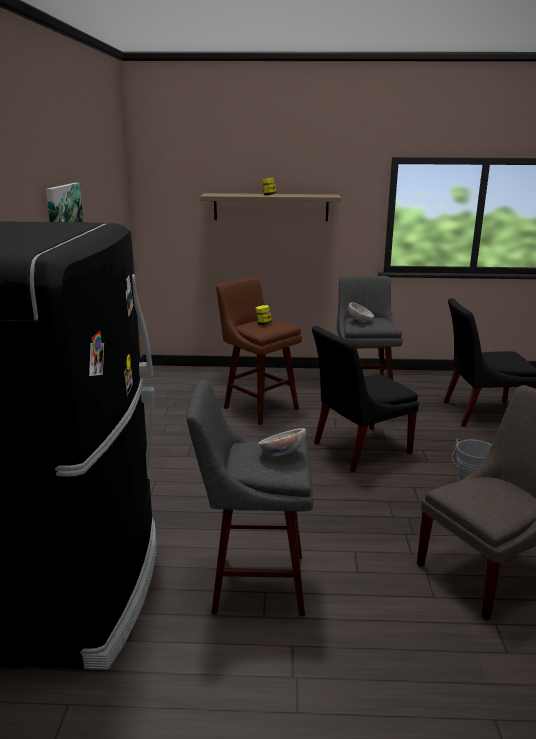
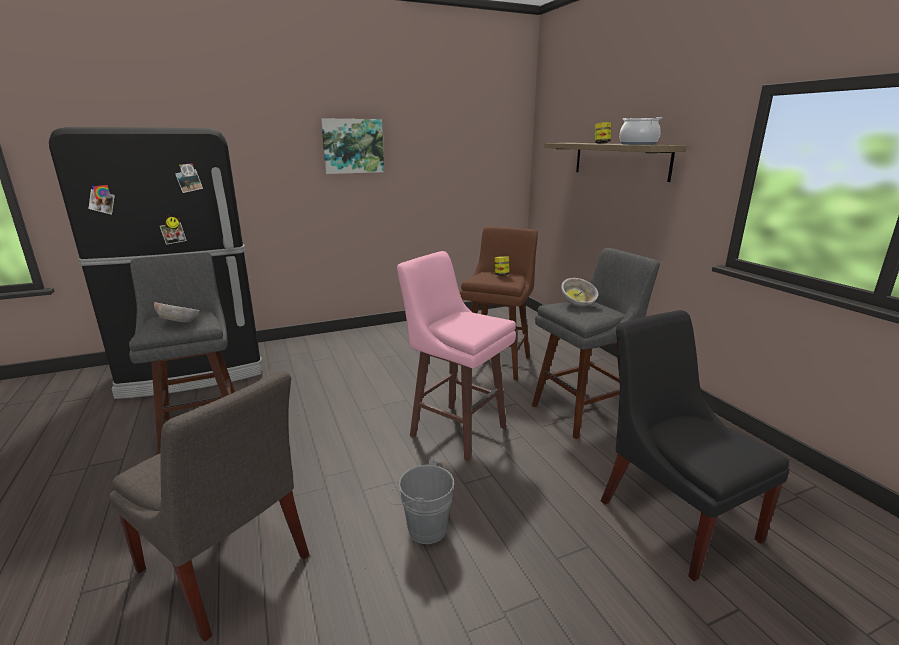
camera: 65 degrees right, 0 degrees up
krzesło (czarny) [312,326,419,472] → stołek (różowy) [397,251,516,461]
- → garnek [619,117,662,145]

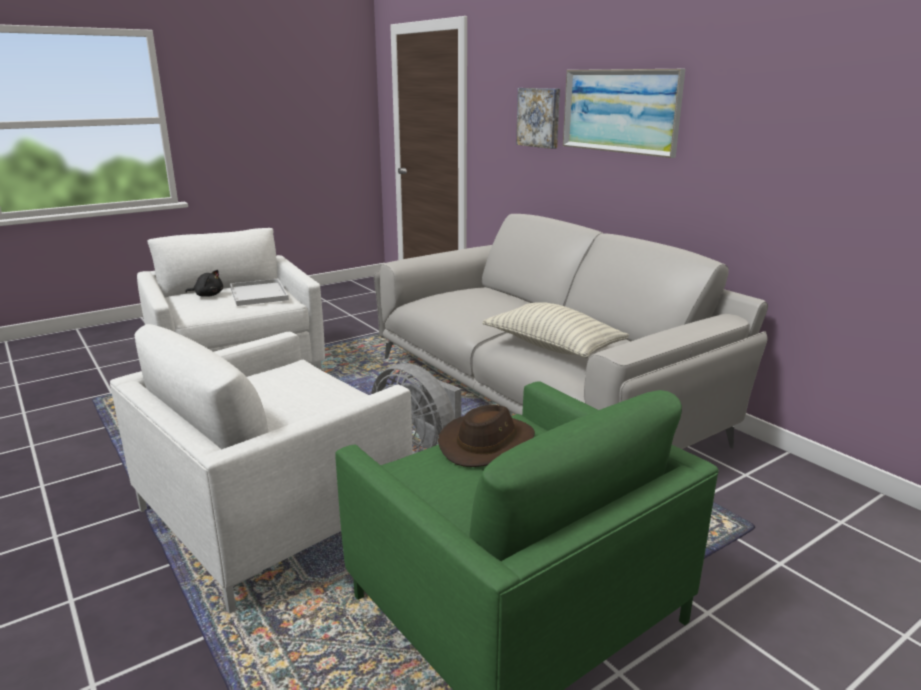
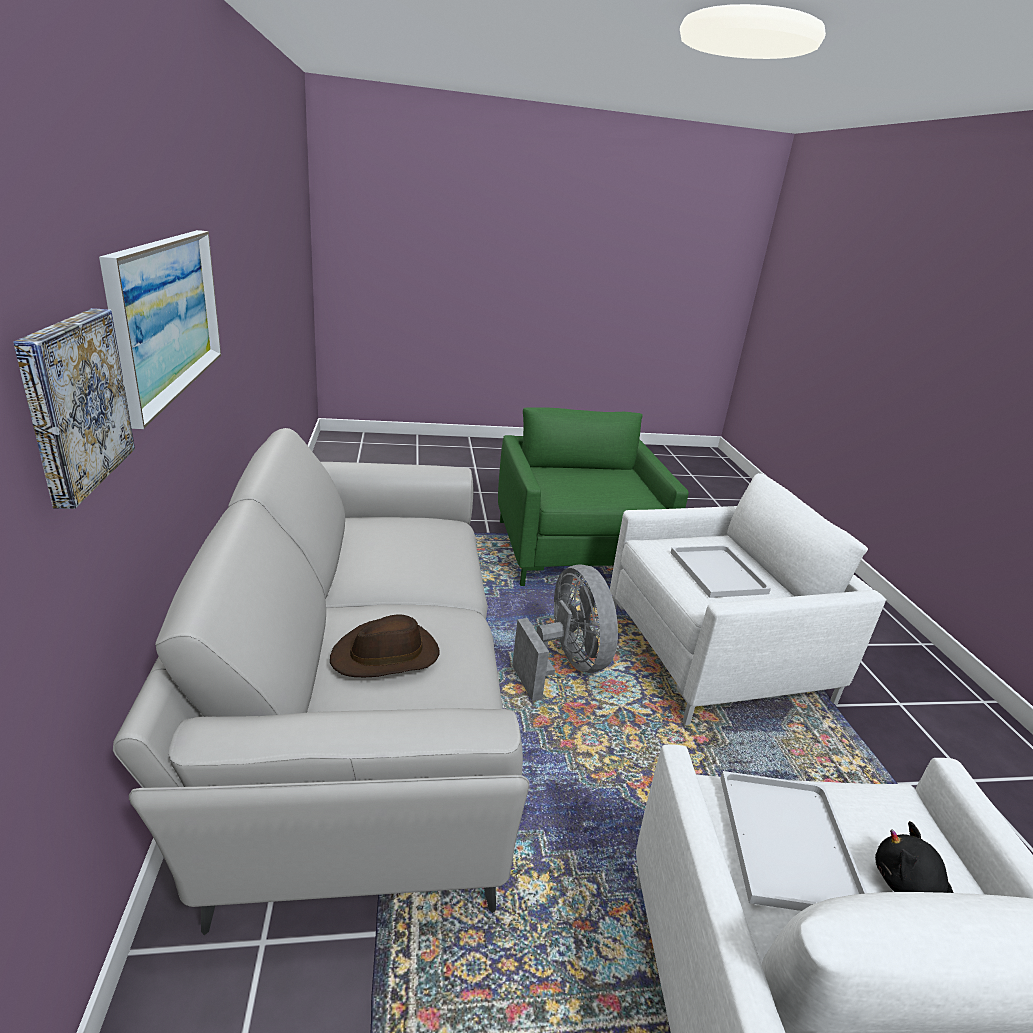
camera: 155 degrees left, 5 degrees up
kapelusz (brązowy) [438,405,535,467] → kapelusz (brązowy) [330,614,439,677], move
- → taca (biały) [671,545,771,598]
poduszka [483,302,629,358] → -

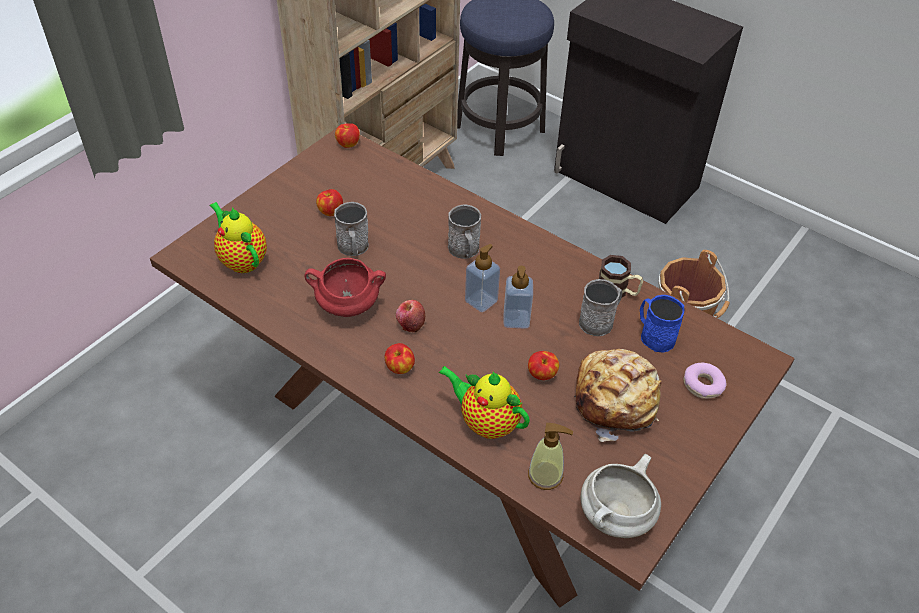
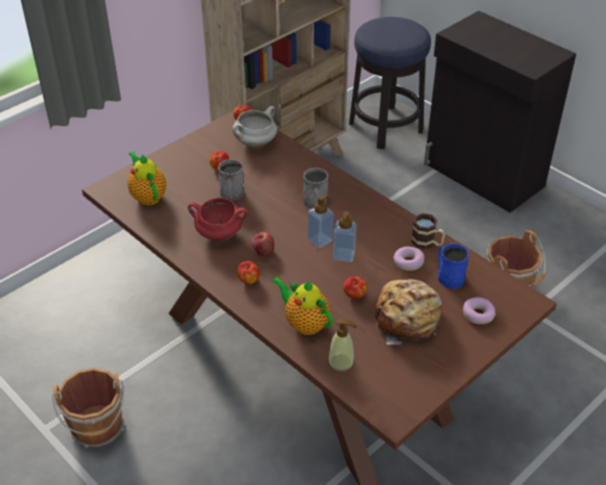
camera: 10 degrees right, 5 degrees down
- → wiadro (brązowy) [52,368,124,449]
garnek (biały) [580,454,661,538] → garnek (biały) [232,106,277,147], move
kubek (szary) [579,279,622,336] → donut [393,247,424,271]

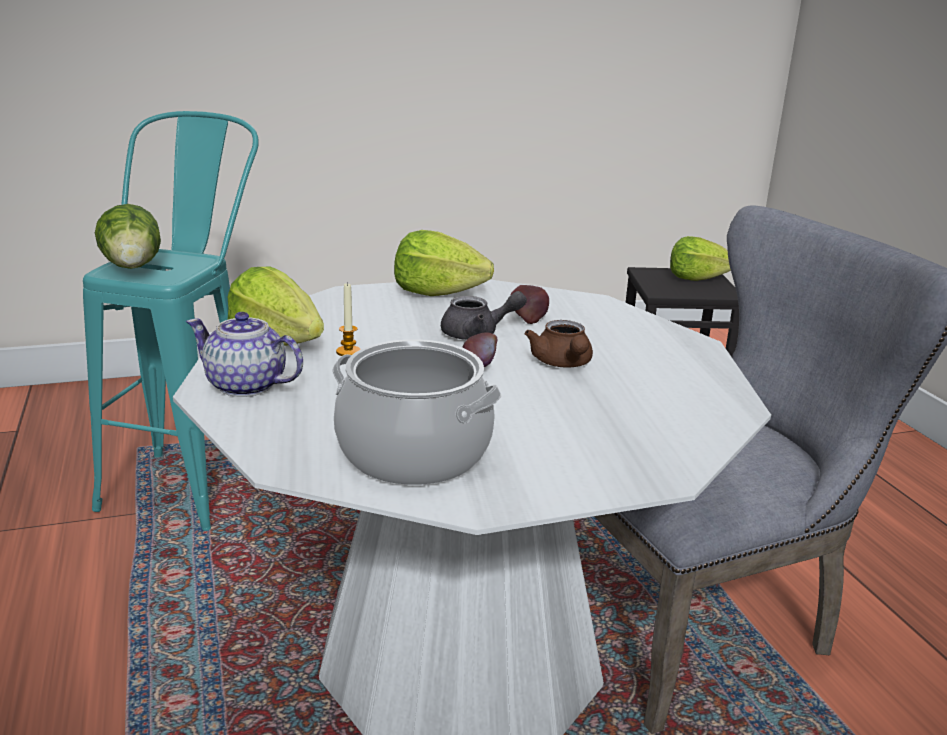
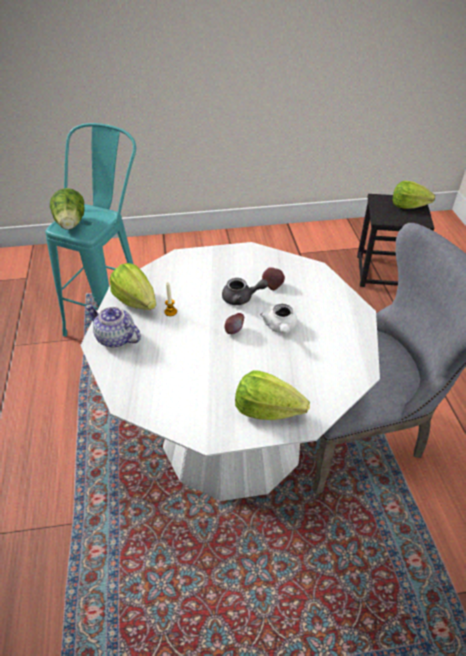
camera: 10 degrees right, 20 degrees up
sałata [394,230,494,296] → sałata [235,370,310,420], move
imbryk (brązowy) [525,320,593,368] → imbryk (biały) [260,304,298,334]
garnek [332,340,502,485] → -

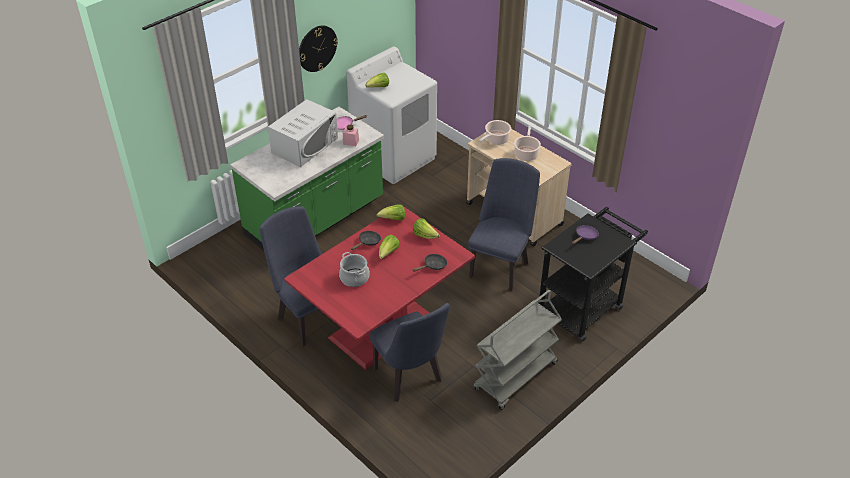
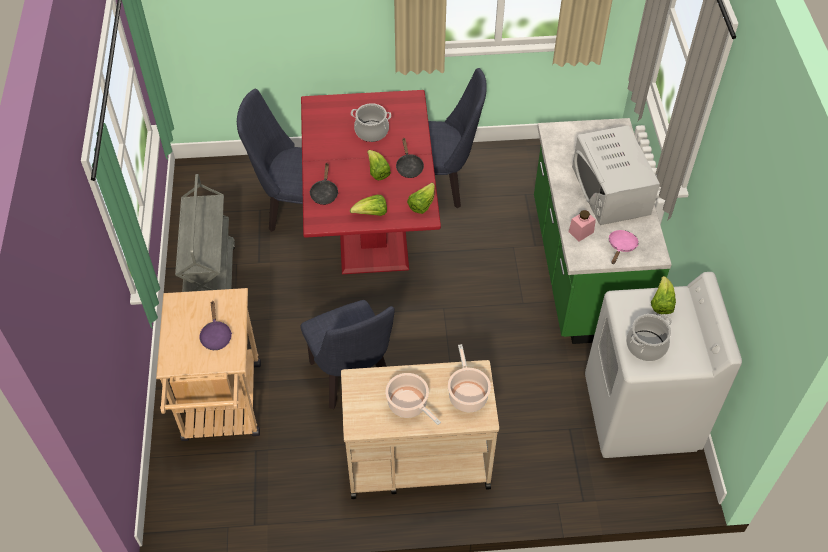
camera: 130 degrees right, 10 degrees up
wózek (czarny) [539,207,648,342] → wózek (beżowy) [156,288,261,441]
- → garnek [626,314,672,361]
zegar ścienny [299,25,338,72] → -

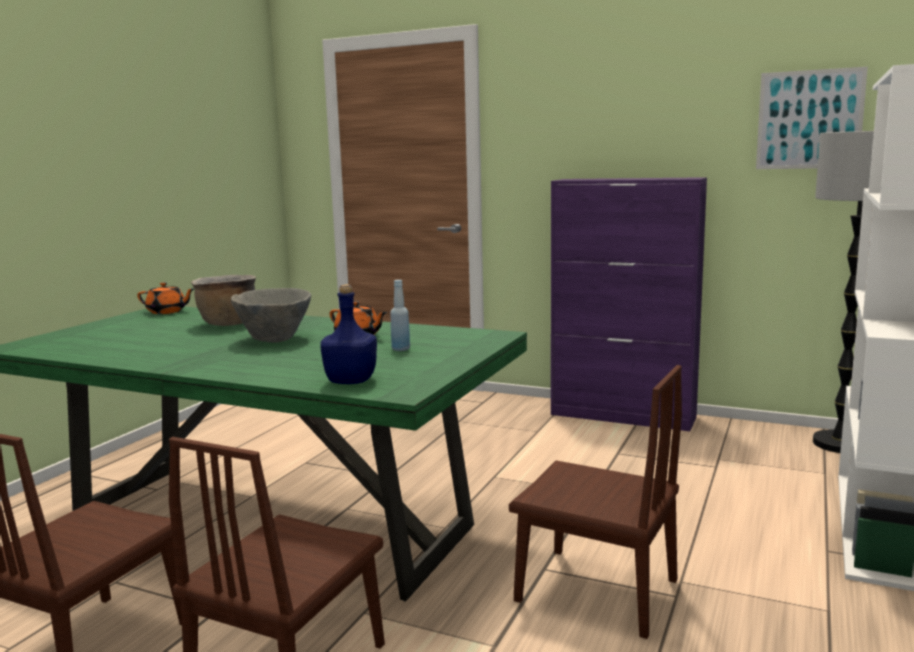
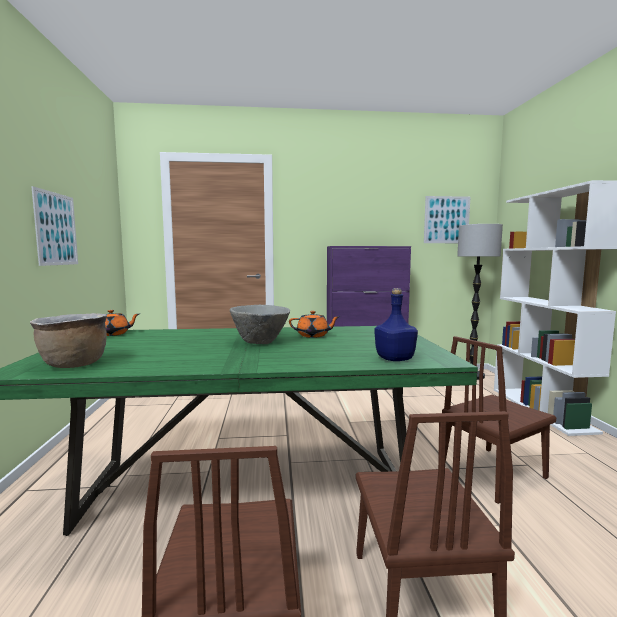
camera: 30 degrees left, 5 degrees down
garnek (brązowy) [191,275,256,326] → garnek (brązowy) [30,313,107,368], move
- → obraz [31,186,78,266]
krzesło (brązowy) [509,365,682,639] → krzesło (brązowy) [442,336,556,504], 150 degrees clockwise
butelka (niebieski) [390,280,410,351] → -

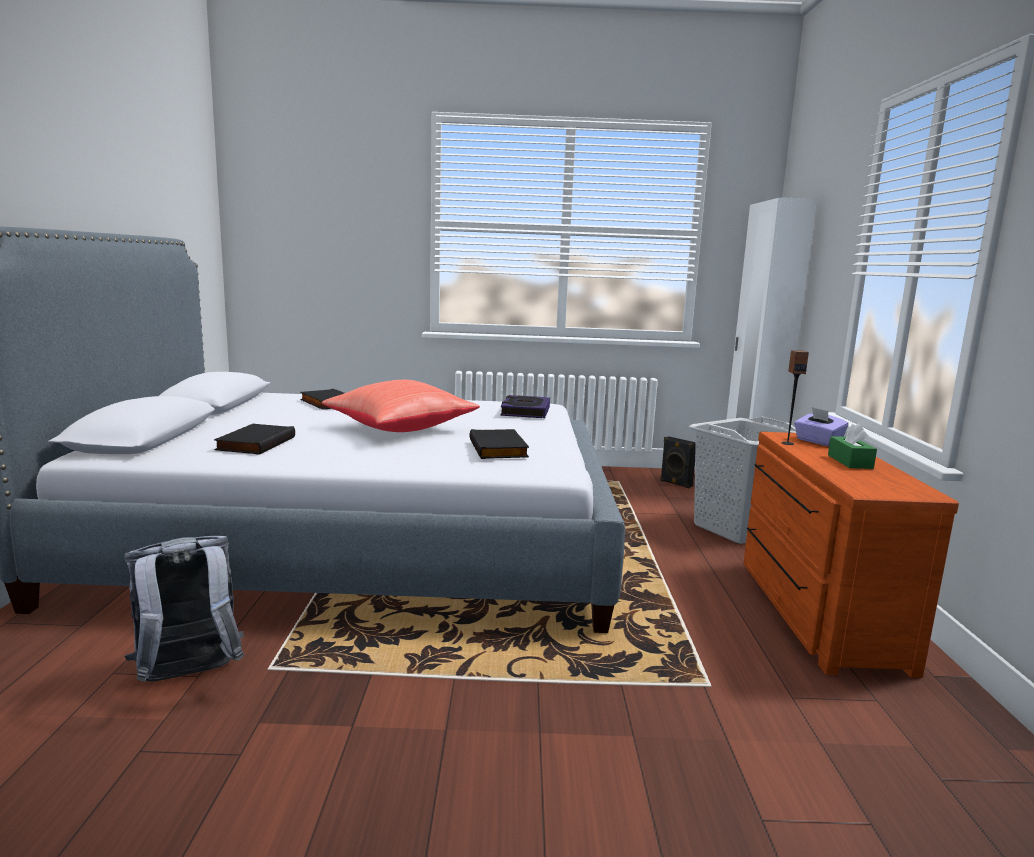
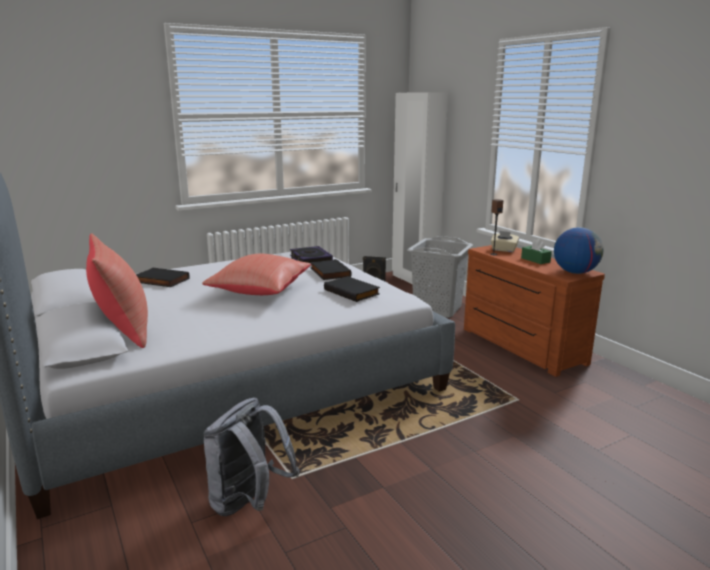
camera: 30 degrees left, 5 degrees up
- → poduszka (czerwony) [86,233,148,348]
książka (czarny) [214,424,295,455] → książka (czarny) [311,259,352,280], move
pudełko chusteczek (fioletowy) [794,407,849,446] → pudełko chusteczek (beżowy) [491,231,519,252]
- → globus [554,227,603,274]

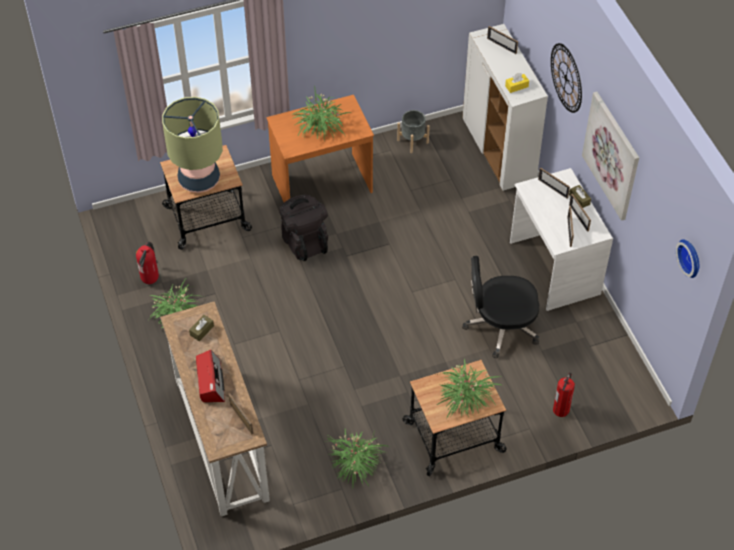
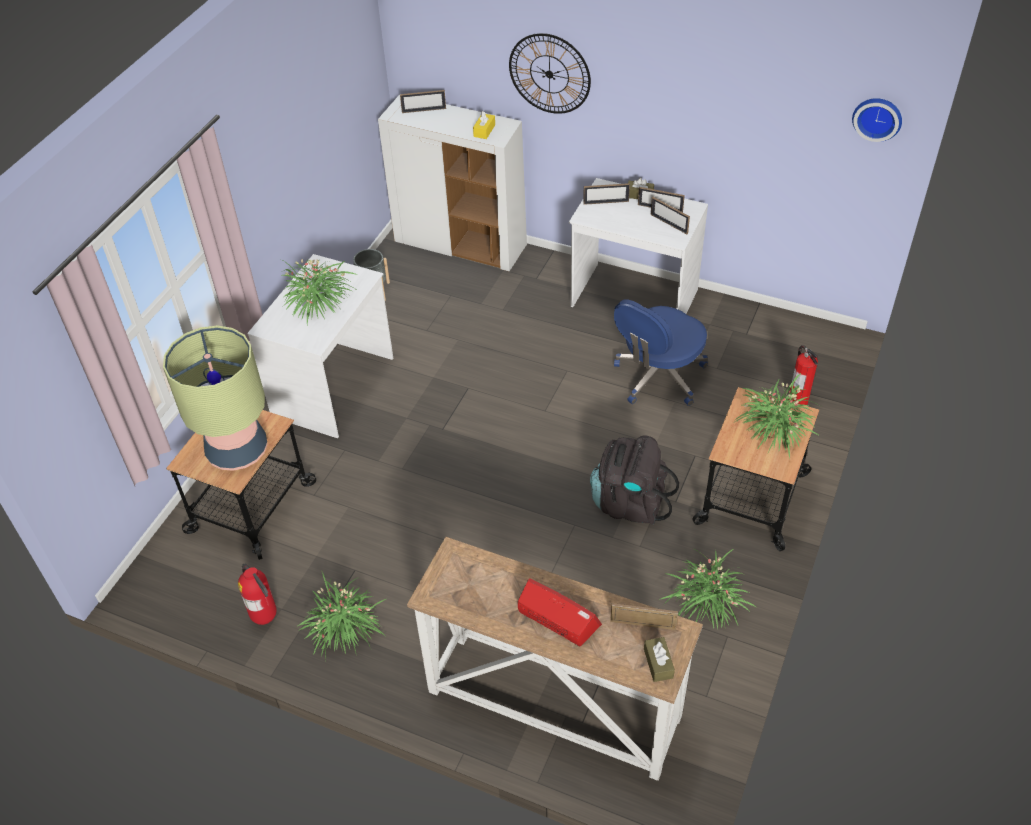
camera: 45 degrees left, 5 degrees down
biurko (pomarańczowy) [266,95,374,202] → biurko (biały) [247,254,393,438]
plecak (czarny) [279,195,328,261] → plecak (czarny) [590,435,679,525], move
krzesło biurowe (czarny) [462,256,540,358] → krzesło biurowe (niebieski) [614,299,708,406]
pudełko chusteczek (brązowy) [189,315,214,341] → pudełko chusteczek (brązowy) [644,637,675,682], move
obraz [582,92,639,221] → -

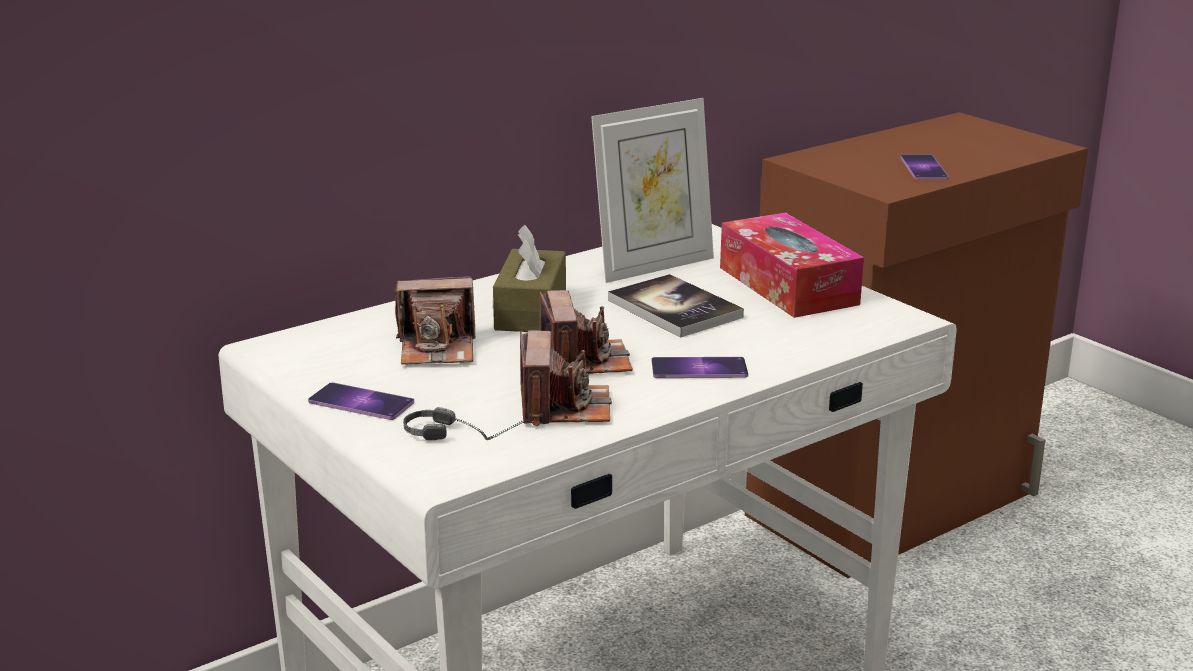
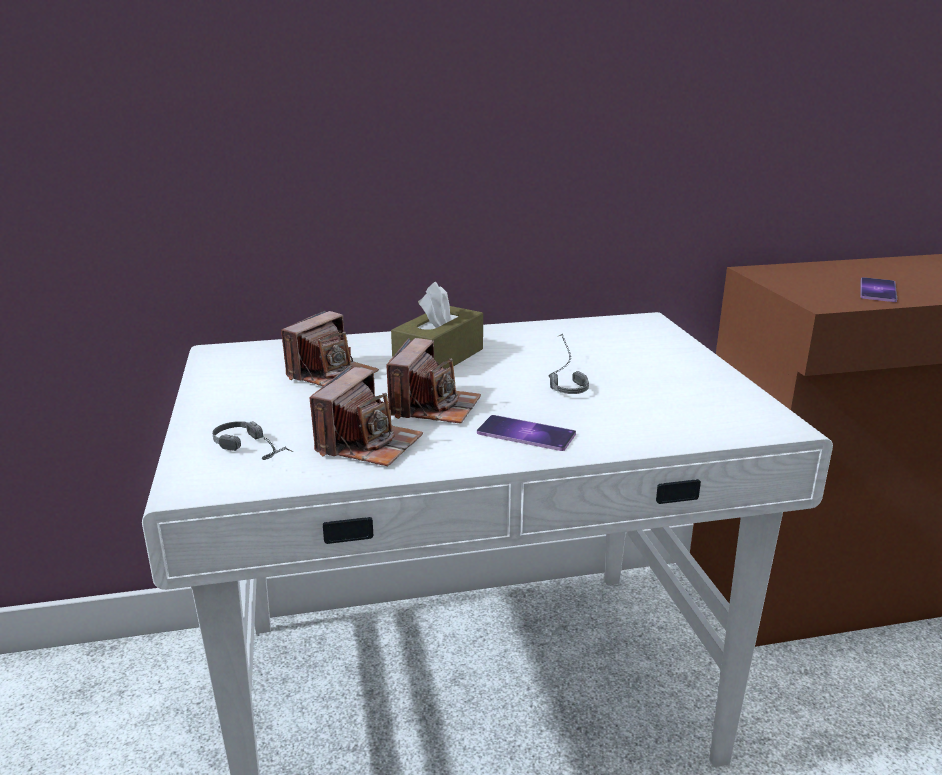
camera: 25 degrees right, 0 degrees up
aparat fotograficzny [395,276,475,365] → aparat fotograficzny [281,311,379,386], 75 degrees counterclockwise
książka [608,274,744,338] → słuchawki [549,334,589,394]
telefon [308,382,414,420] → -
ramka na zdjęcie [591,98,714,283] → -
pudełko chusteczek [720,213,864,318] → -

